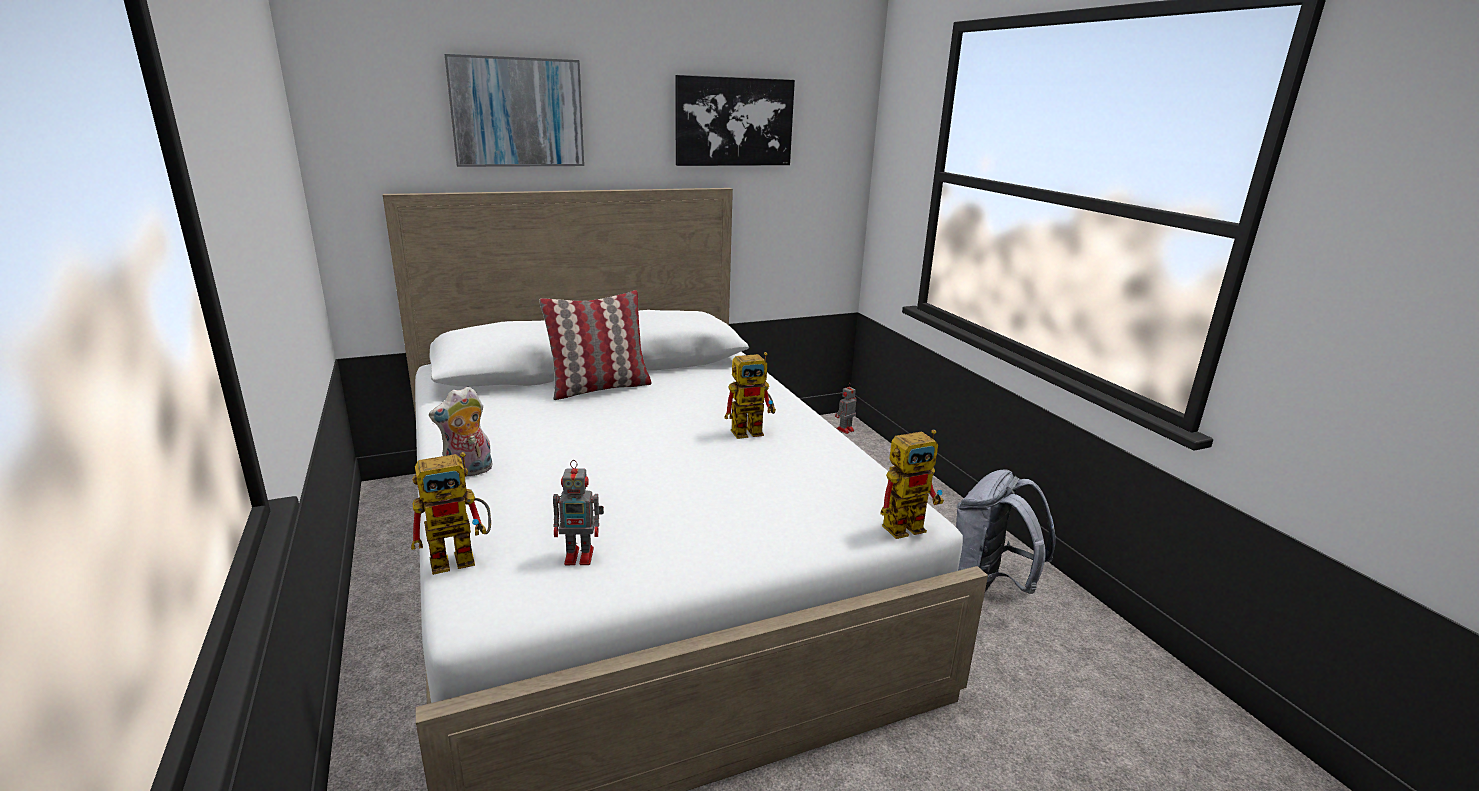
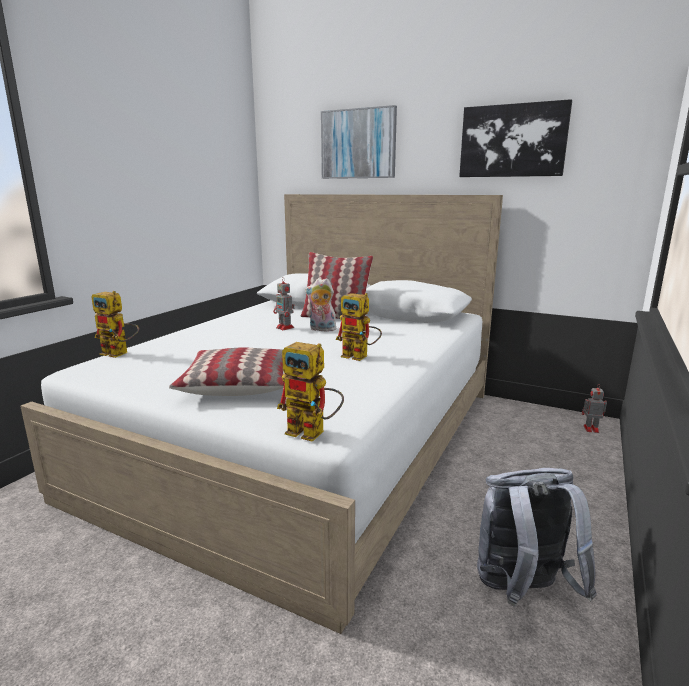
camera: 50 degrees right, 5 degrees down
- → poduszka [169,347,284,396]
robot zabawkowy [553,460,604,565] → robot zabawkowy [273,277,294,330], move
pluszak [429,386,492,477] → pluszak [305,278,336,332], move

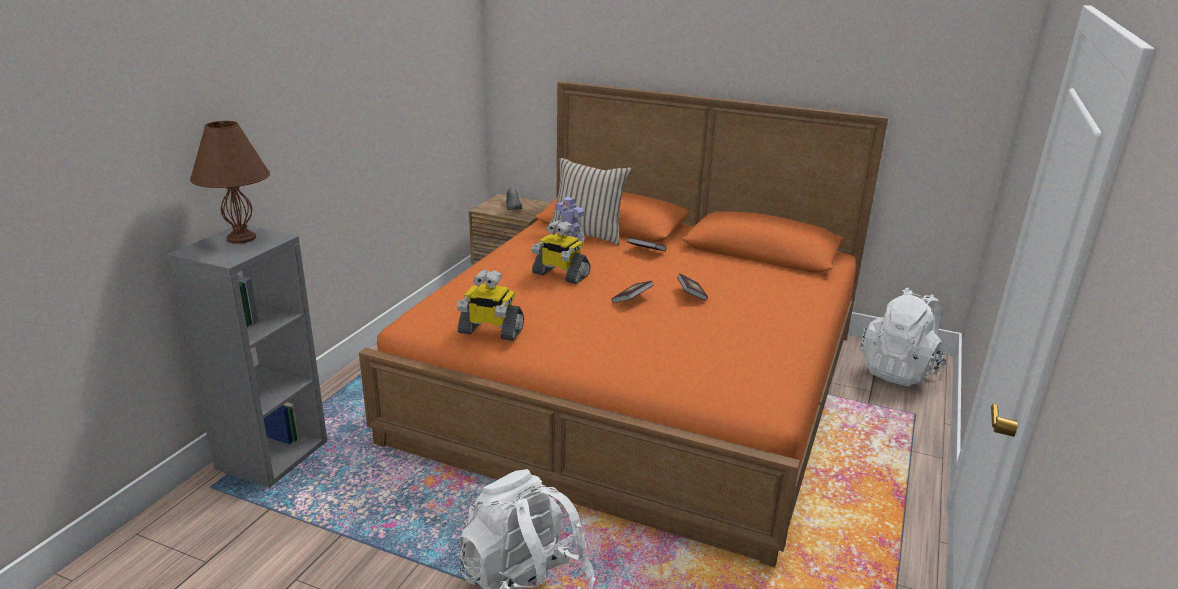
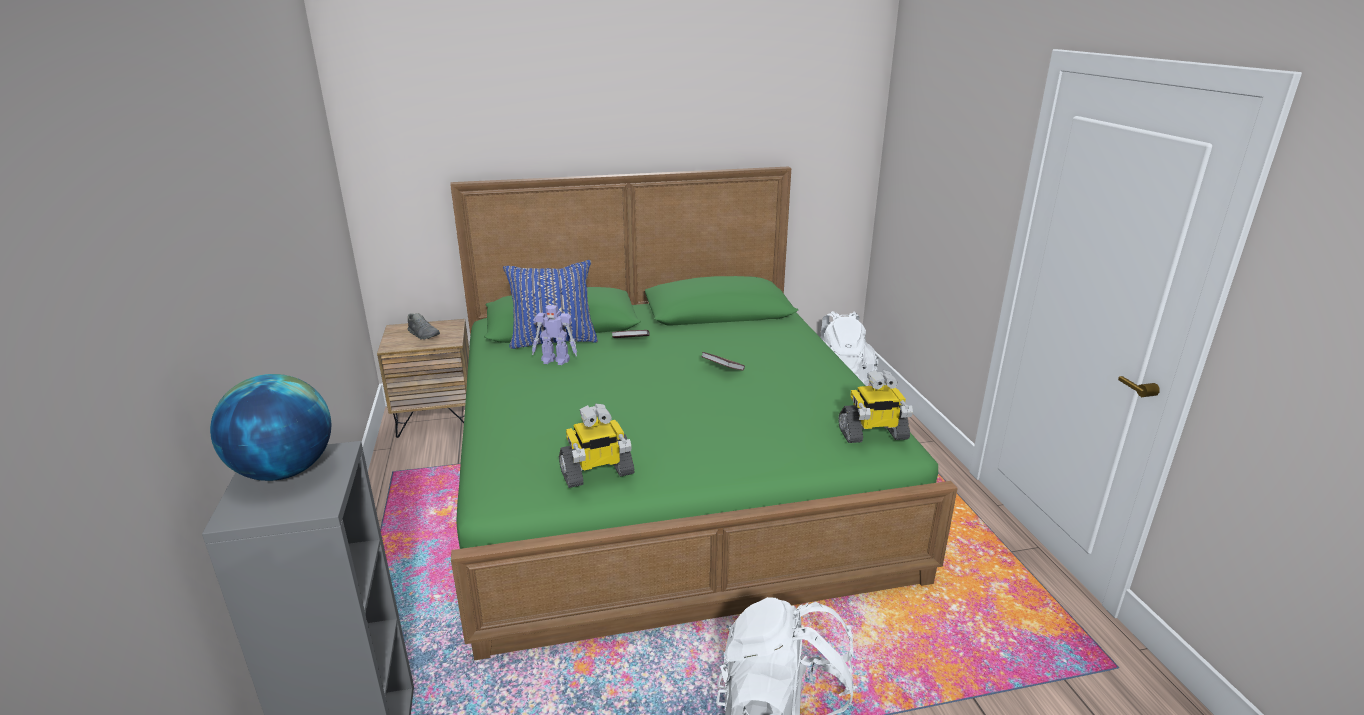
camera: 35 degrees left, 0 degrees up
lampa stołowa (brązowy) [190,121,270,244] → globus [210,374,331,481]
łóżko (pomarańczowy) [359,81,888,567] → łóżko (zielony) [450,167,958,660]
poduszka (beżowy) [550,158,632,245] → poduszka (niebieski) [503,260,598,349]
robot zabawkowy [531,220,591,284] → robot zabawkowy [838,370,913,443], move
książka [612,281,653,303] → -

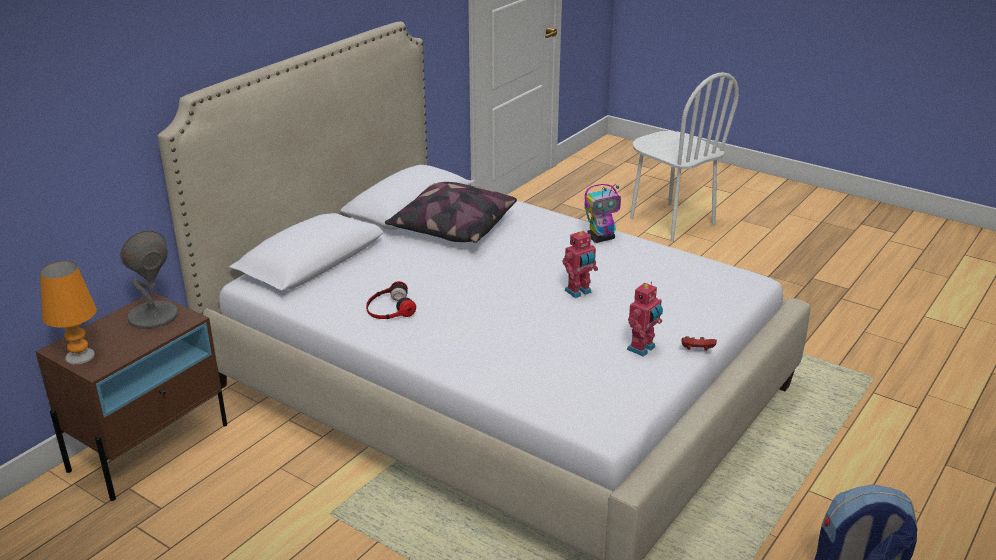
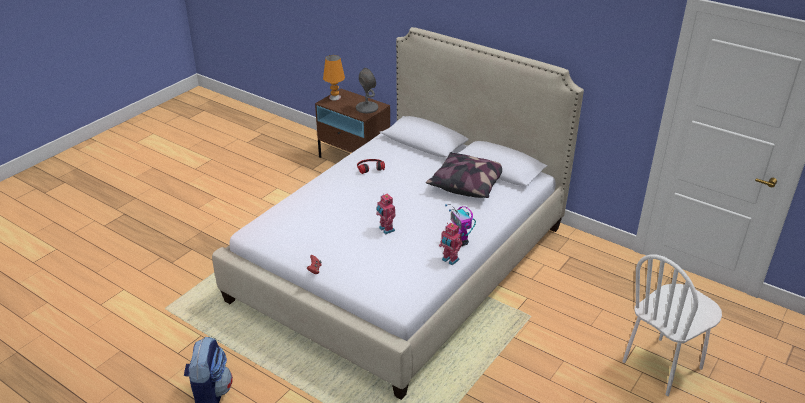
camera: 90 degrees right, 5 degrees up
robot zabawkowy [627,282,663,357] → robot zabawkowy [439,223,463,266], move

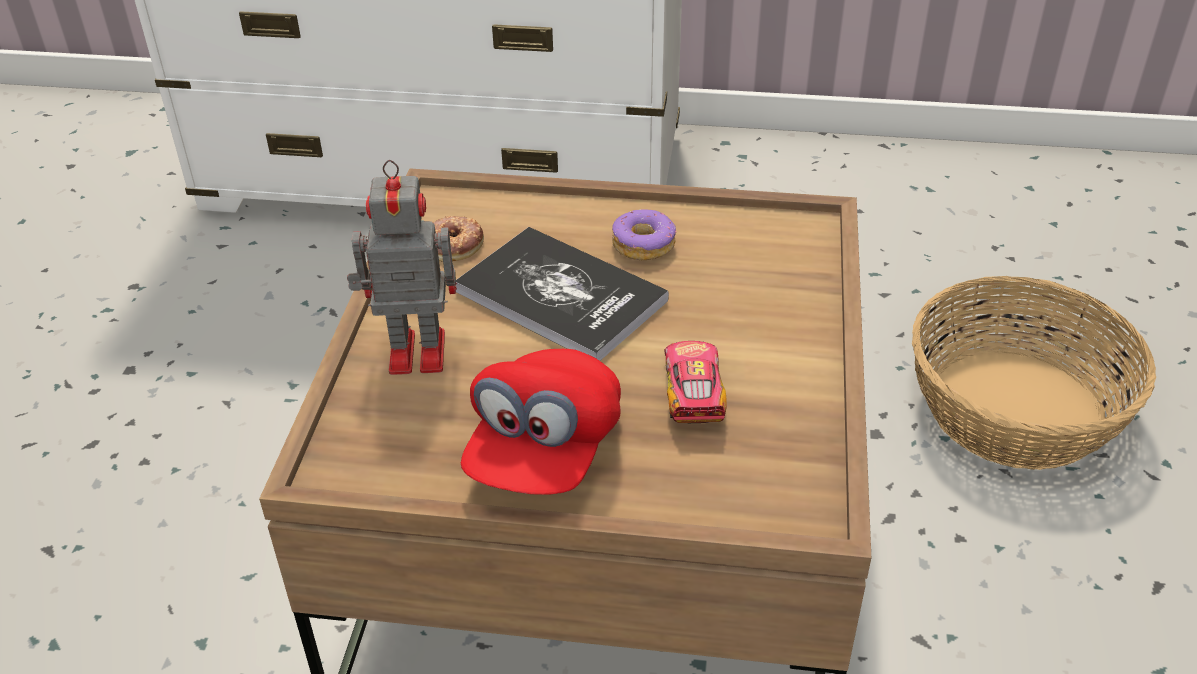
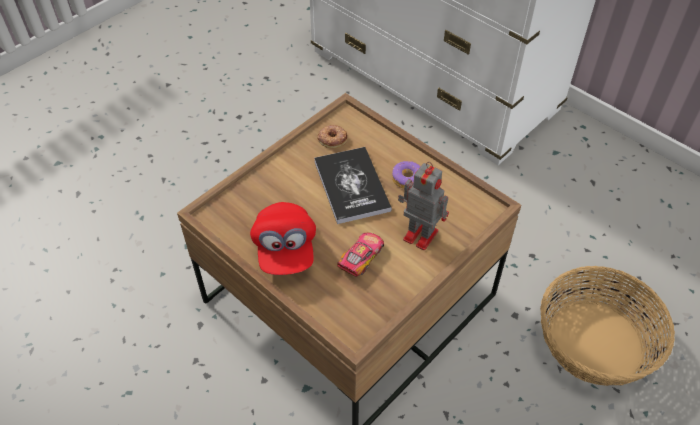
camera: 35 degrees right, 10 degrees up
czapka z daszkiem (czerwony) [461,349,621,495] → czapka z daszkiem (czerwony) [250,202,316,275], 60 degrees counterclockwise
robot zabawkowy [347,160,457,375] → robot zabawkowy [398,162,449,250], move

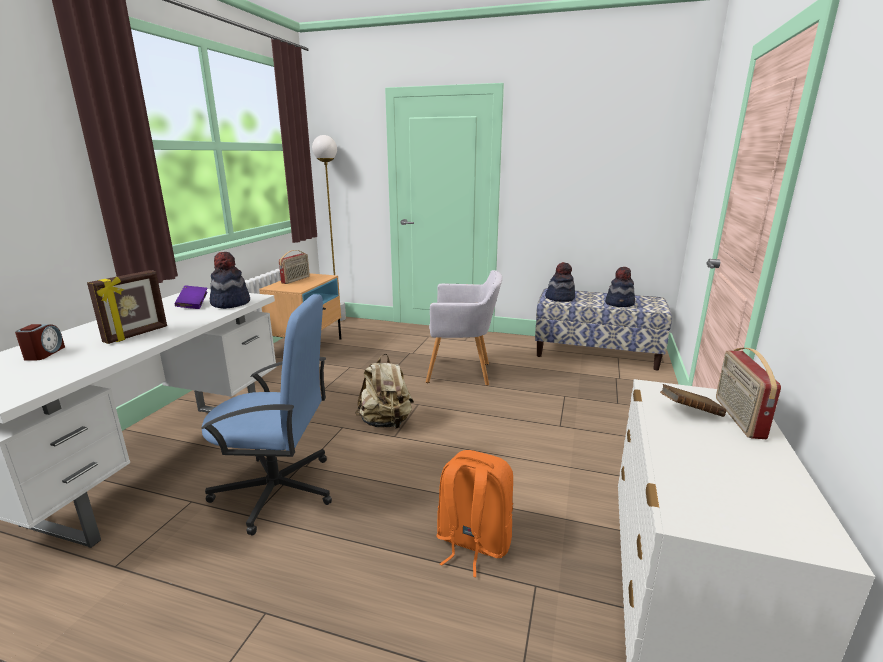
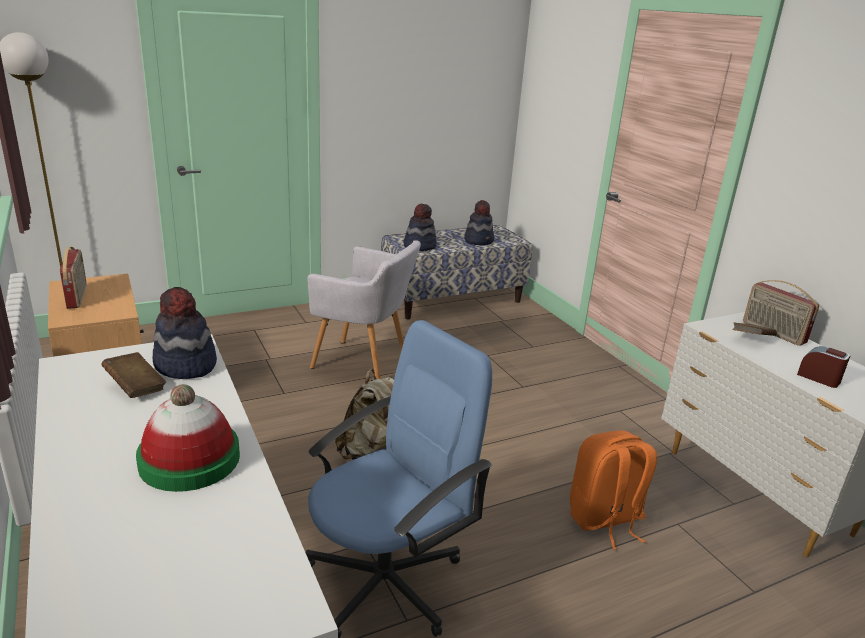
camera: 45 degrees left, 5 degrees up
książka (fioletowy) [175,286,207,309] → książka (brązowy) [101,352,166,398]
ramka na zdjęcie [87,270,167,344] → kapelusz [136,384,240,492]
fotel (szary) [426,270,502,386] → fotel (szary) [308,240,421,379], 60 degrees clockwise
budzik [15,324,65,361] → budzik [797,346,850,388], move

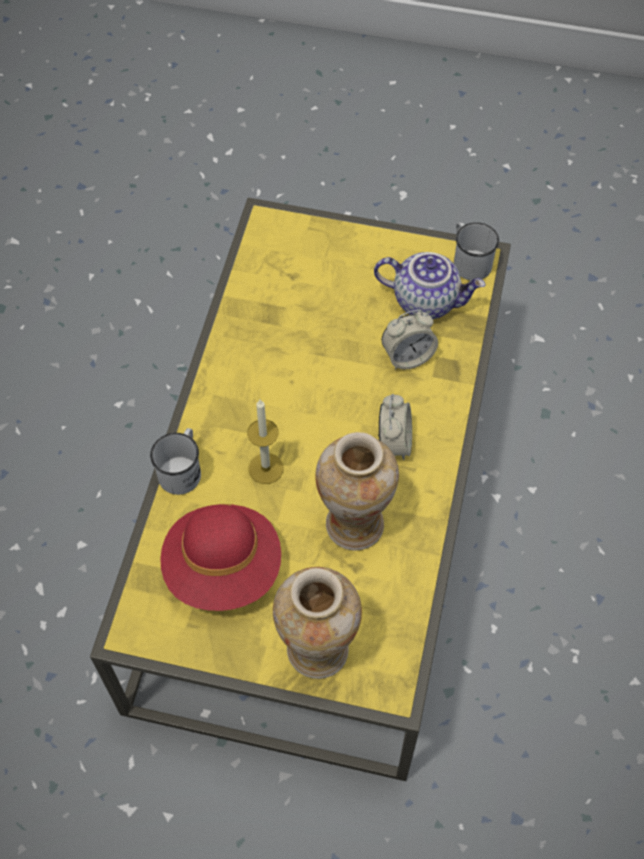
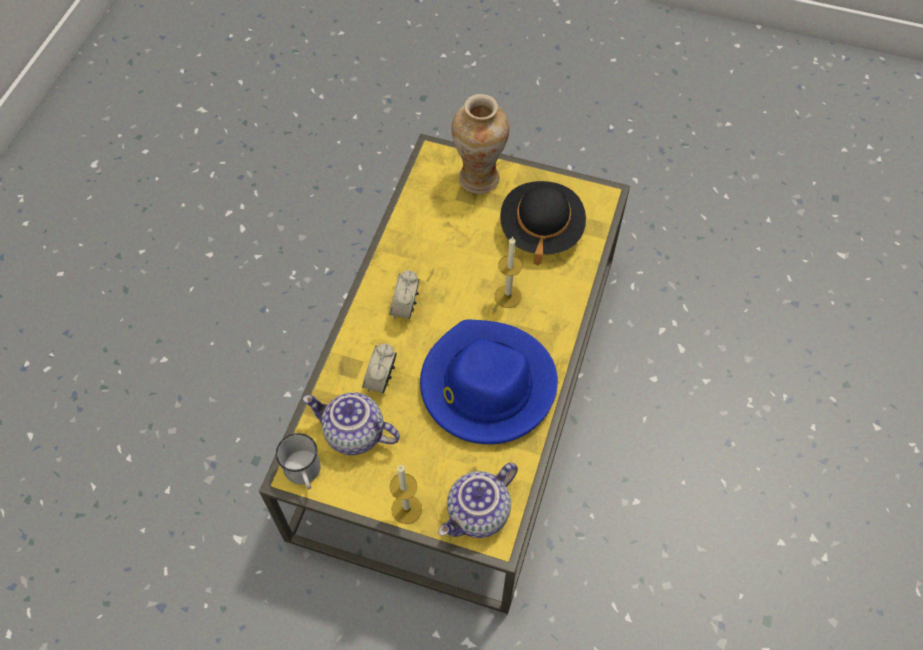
camera: 175 degrees left, 0 degrees up
budzik [381,310,438,369] → budzik [362,343,397,394], 60 degrees counterclockwise
- → świeca [390,465,422,524]
- → kapelusz (niebieski) [420,319,558,444]
- → imbryk [438,463,518,538]
kapelusz (czerwony) [160,504,281,611] → kapelusz (czarny) [500,181,586,266]
kubek (biały) [150,428,201,495] → -
wazon [315,432,399,551] → -

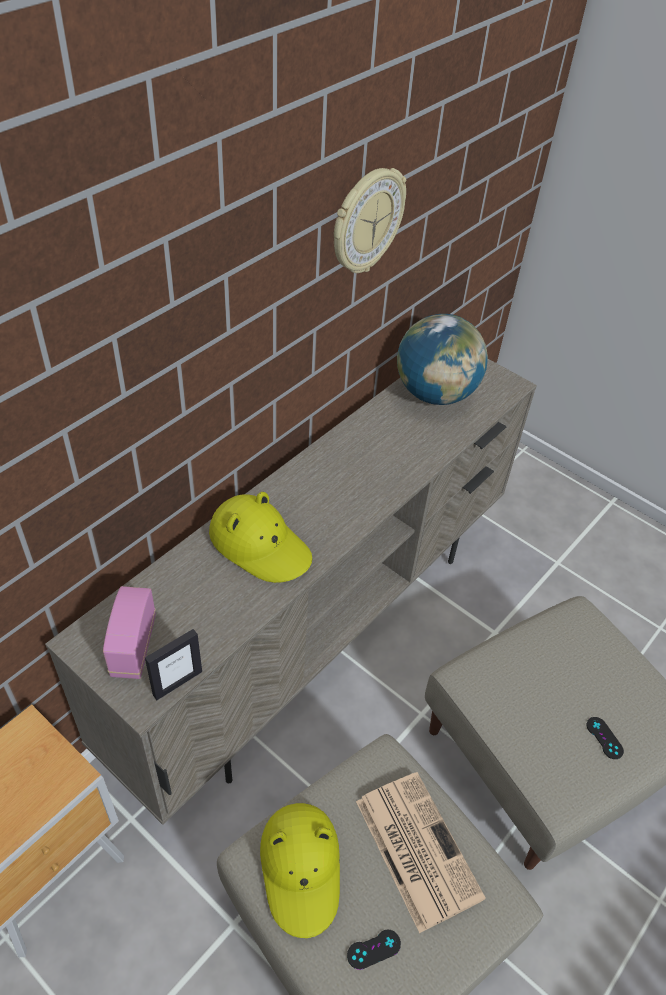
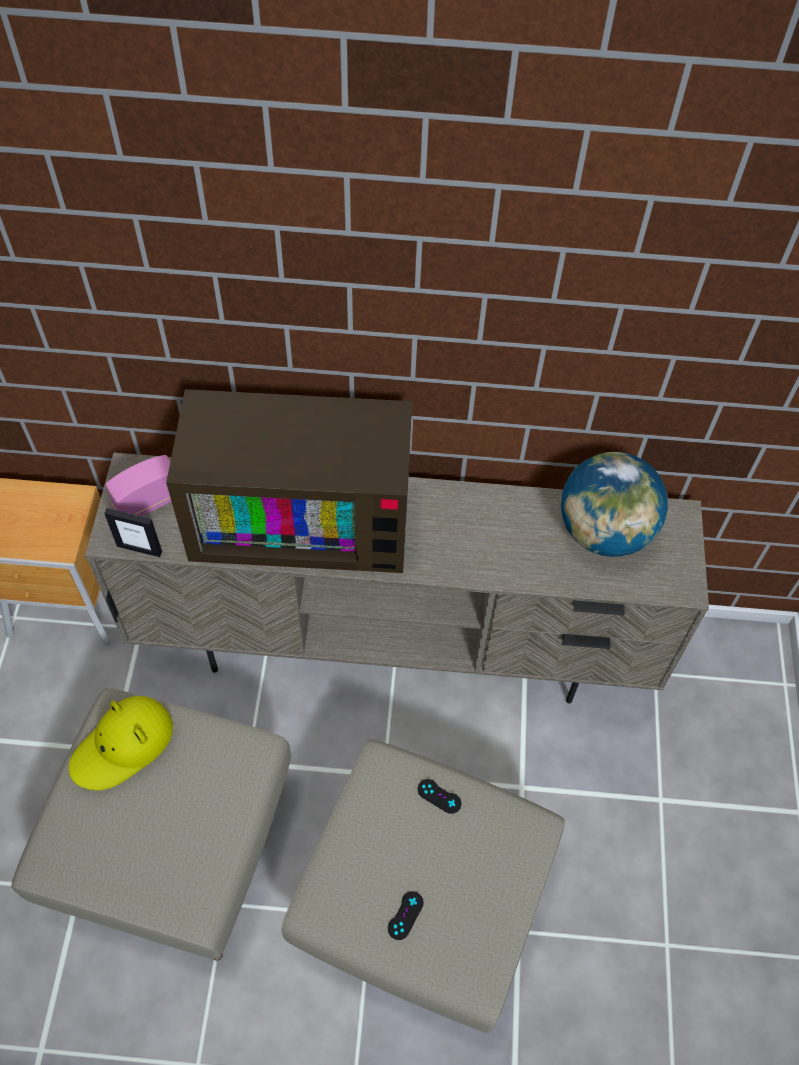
camera: 55 degrees right, 10 degrees up
kapelusz (żółty) [209,492,312,583] → telewizor [166,389,412,573]
pad do gier (czarny) [347,930,401,970] → pad do gier (czarny) [418,779,461,814], move
zegar ścienny [334,168,406,273] → -
gazeta [356,772,486,933] → -

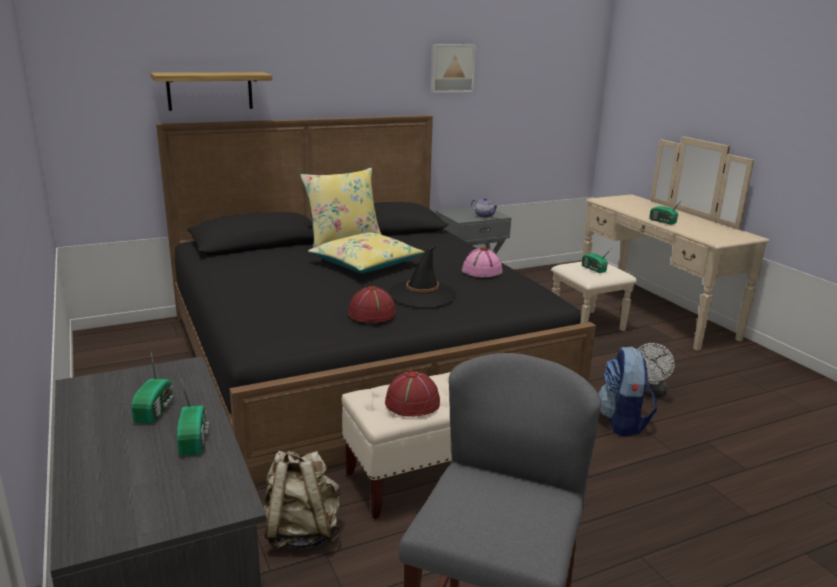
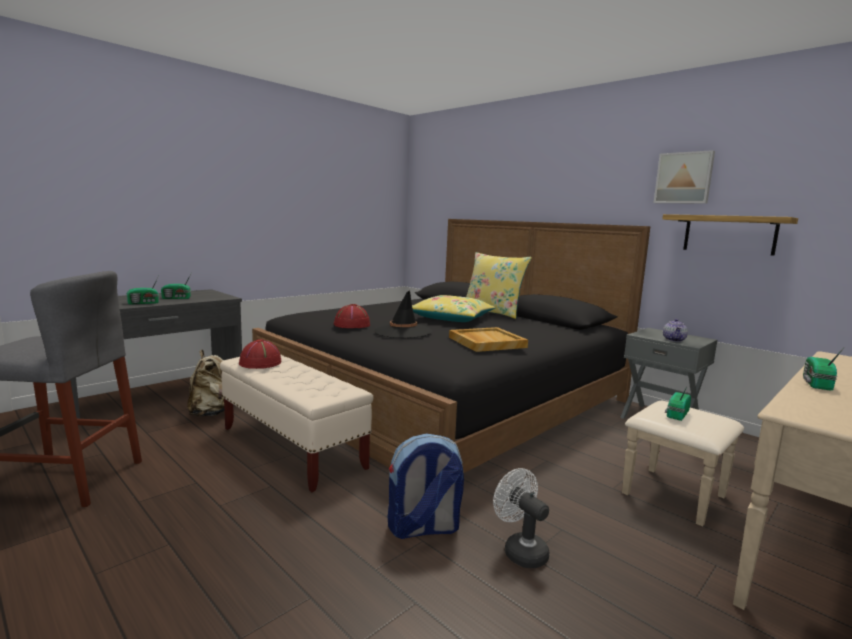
camera: 70 degrees right, 10 degrees down
kapelusz (różowy) [462,248,502,277] → taca (beżowy) [449,327,528,352]
wentylator (biały) [638,343,675,397] → wentylator (biały) [493,468,549,568], 45 degrees clockwise
półka [150,72,272,111] → półka [663,214,798,256], move

